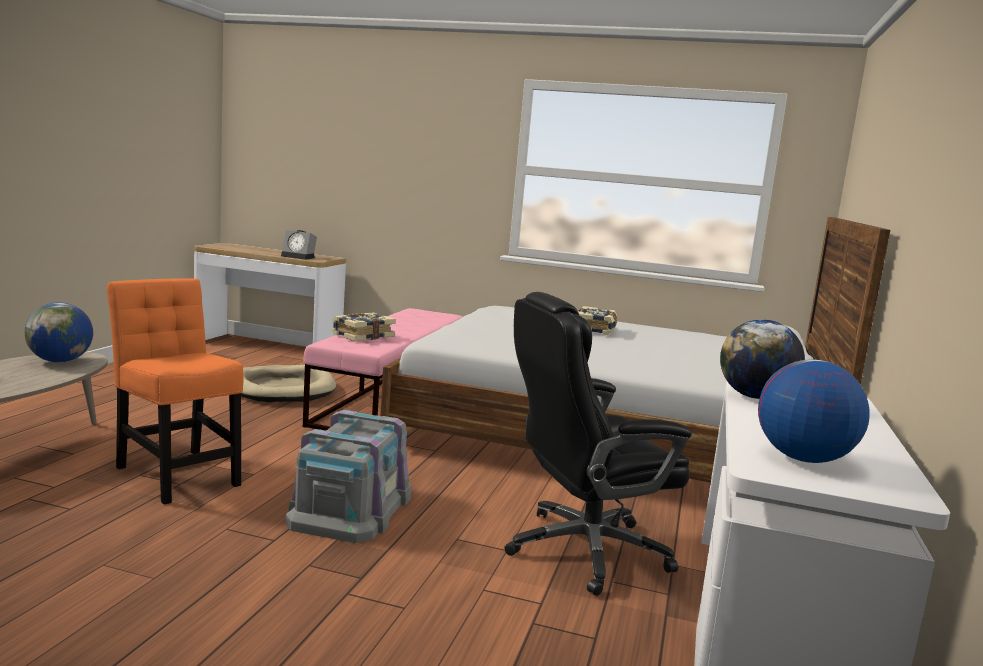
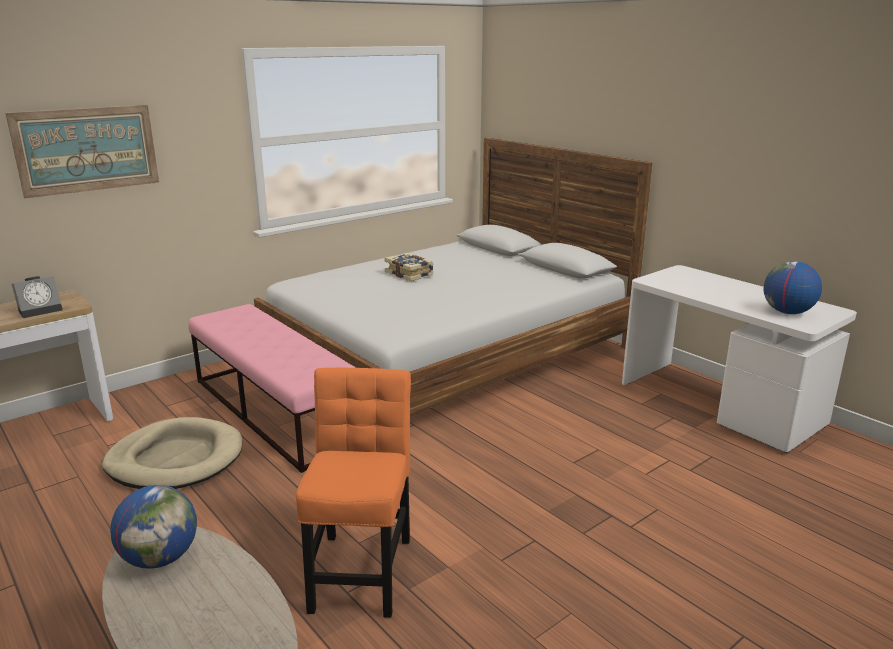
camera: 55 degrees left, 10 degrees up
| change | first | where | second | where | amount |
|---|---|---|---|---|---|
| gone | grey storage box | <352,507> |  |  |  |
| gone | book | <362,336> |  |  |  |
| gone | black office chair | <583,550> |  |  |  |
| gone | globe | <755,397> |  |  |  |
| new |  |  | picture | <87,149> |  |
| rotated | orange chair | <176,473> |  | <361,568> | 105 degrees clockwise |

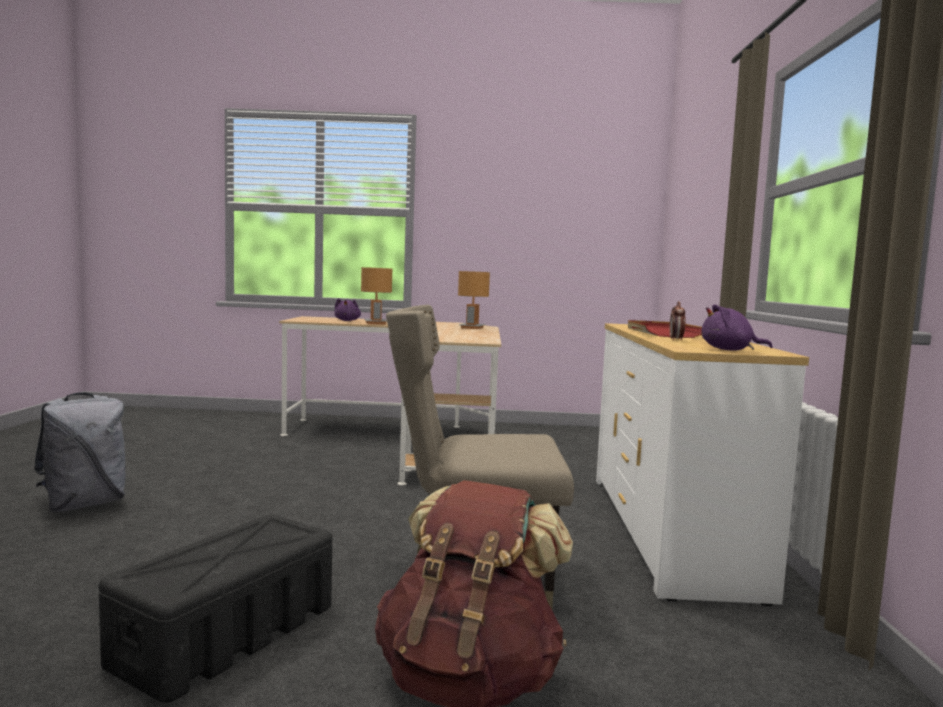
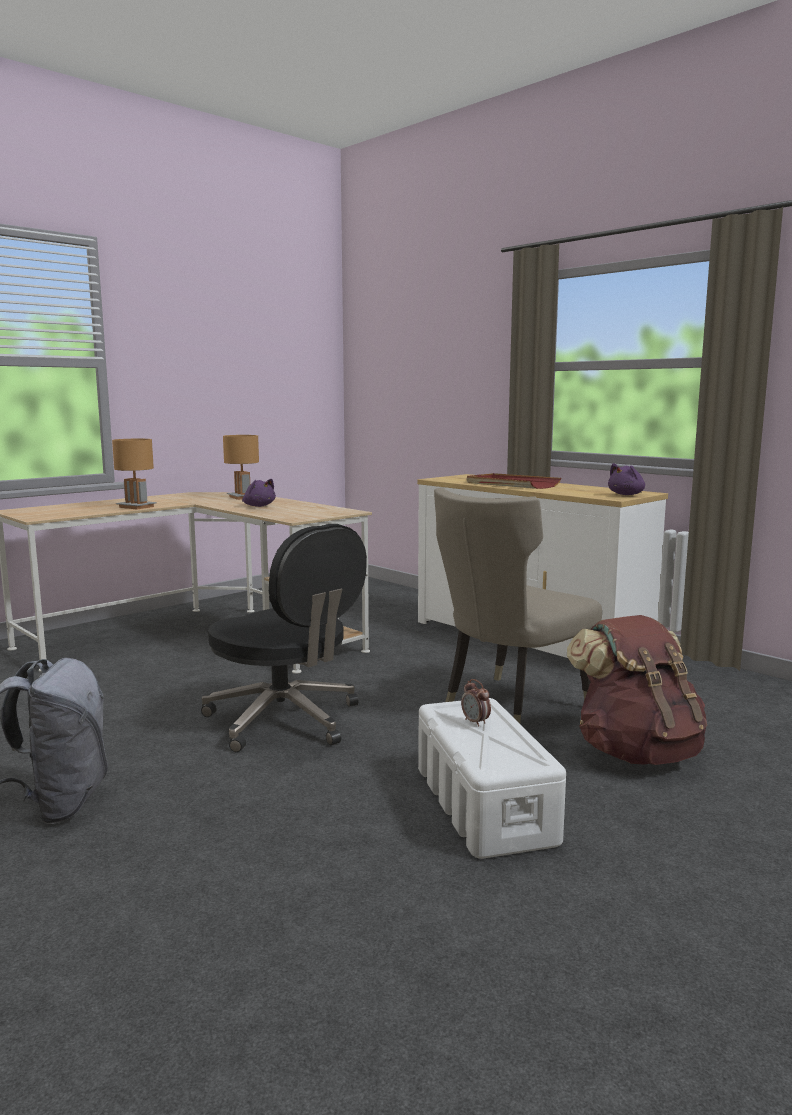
camera: 45 degrees left, 5 degrees up
| change | first | where | second | where | amount |
|---|---|---|---|---|---|
| new |  |  | black office chair | <285,720> |  |
| shifted | purple plush toy | <347,320> |  | <258,506> |  |
| shifted | alarm clock | <676,340> |  | <475,722> |  |
| repainted | black storage box | <225,635> | white storage box | <484,805> |  |

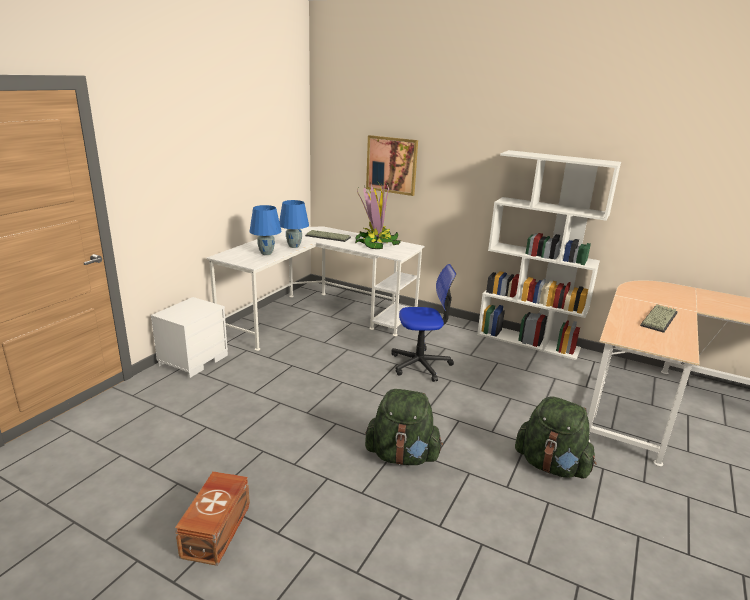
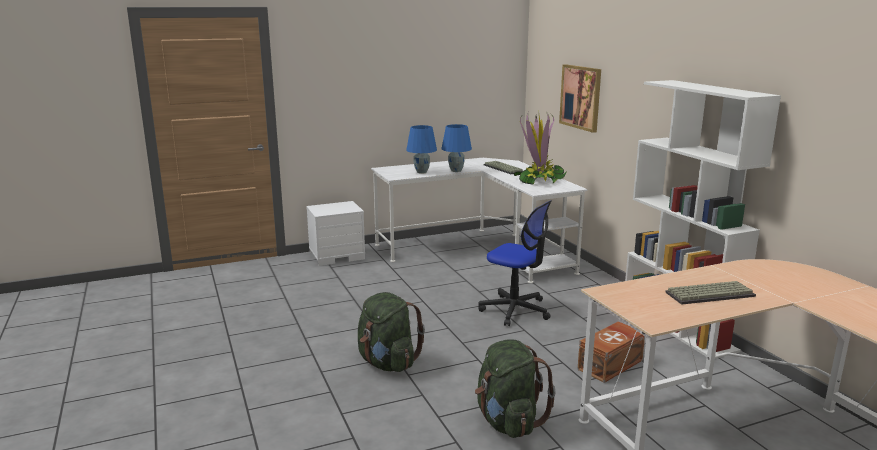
camera: 40 degrees right, 5 degrees down
| change | first | where | second | where | amount |
|---|---|---|---|---|---|
| shifted | brown storage box | <218,529> |  | <611,365> |  |

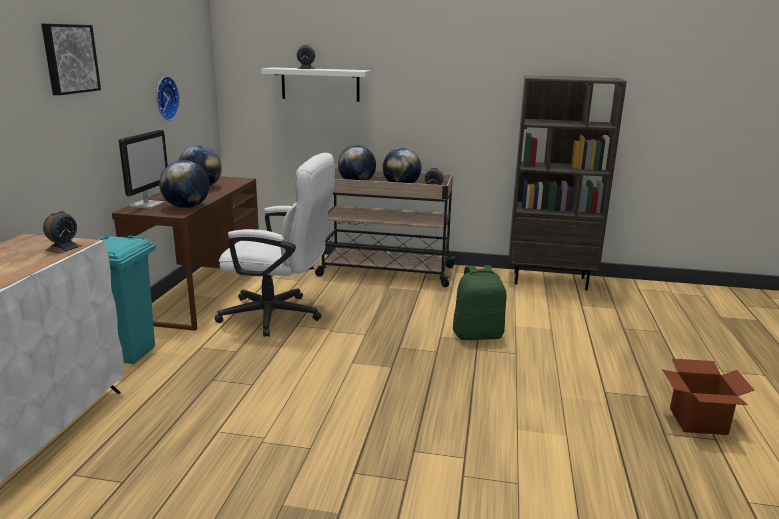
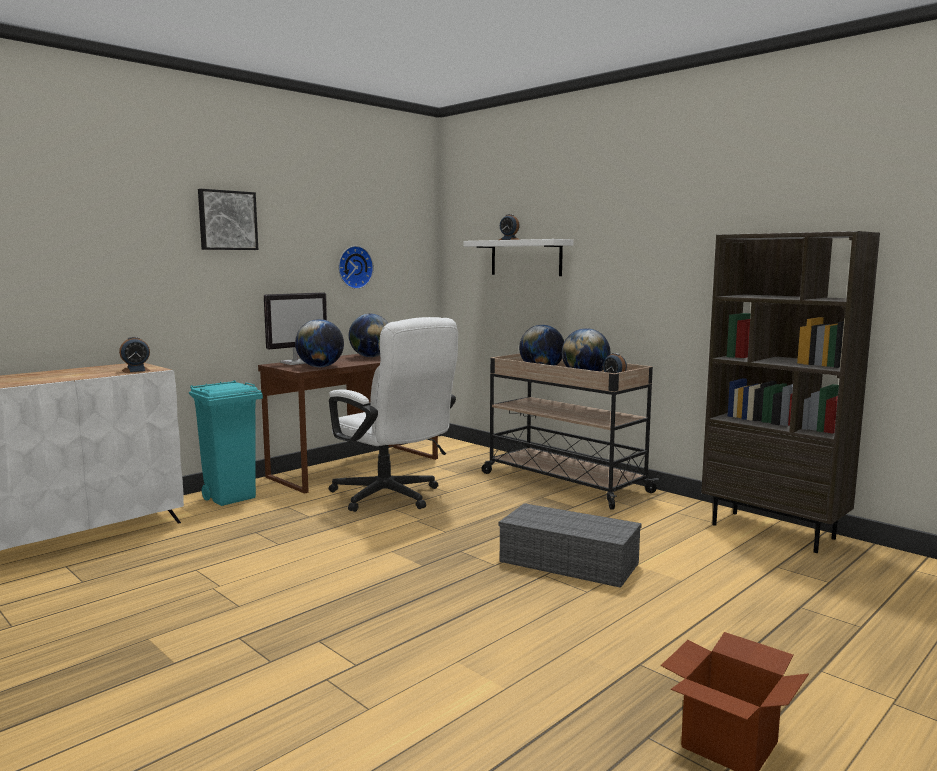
camera: 35 degrees right, 10 degrees down
| change | first | where | second | where | amount |
|---|---|---|---|---|---|
| swapped | green backpack | <478,335> | grey storage box | <571,562> |  |

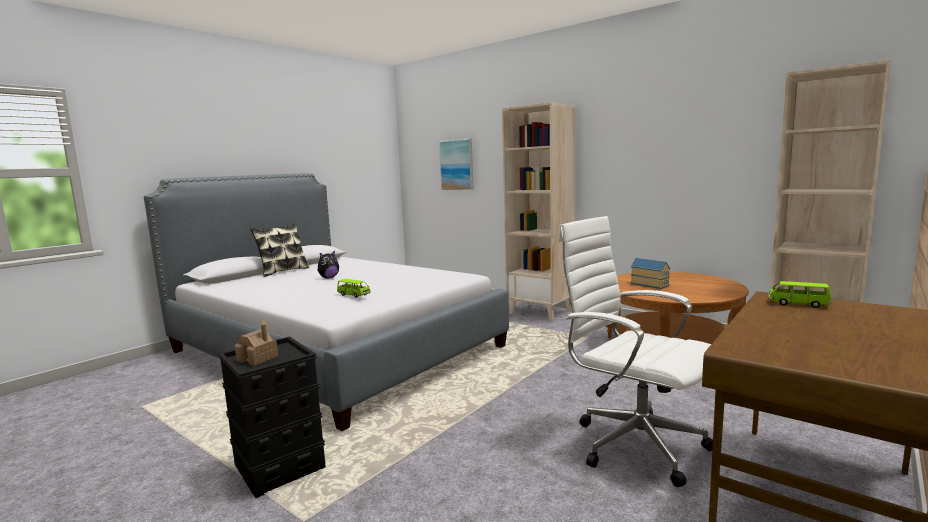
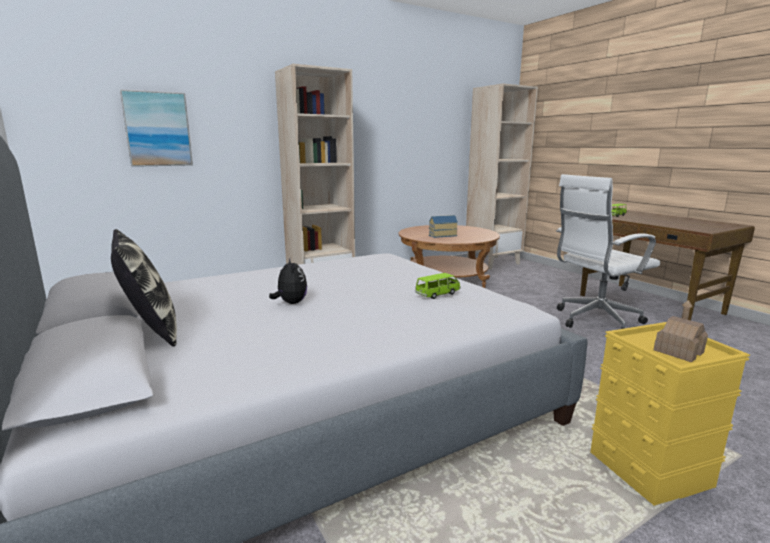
camera: 70 degrees left, 5 degrees up
| change | first | where | second | where | amount |
|---|---|---|---|---|---|
| repainted | black storage box | <278,467> | yellow storage box | <649,470> |  |

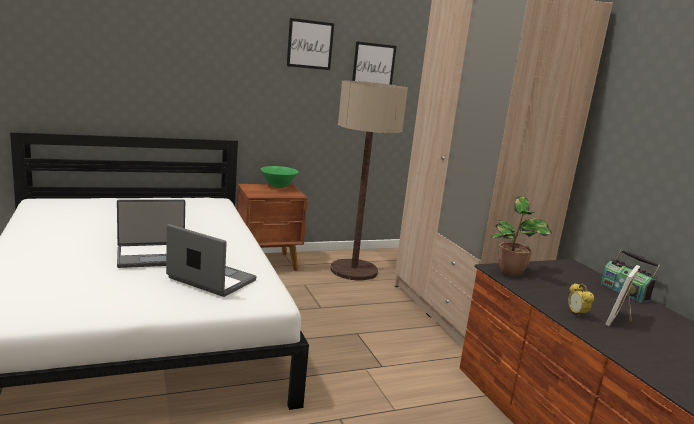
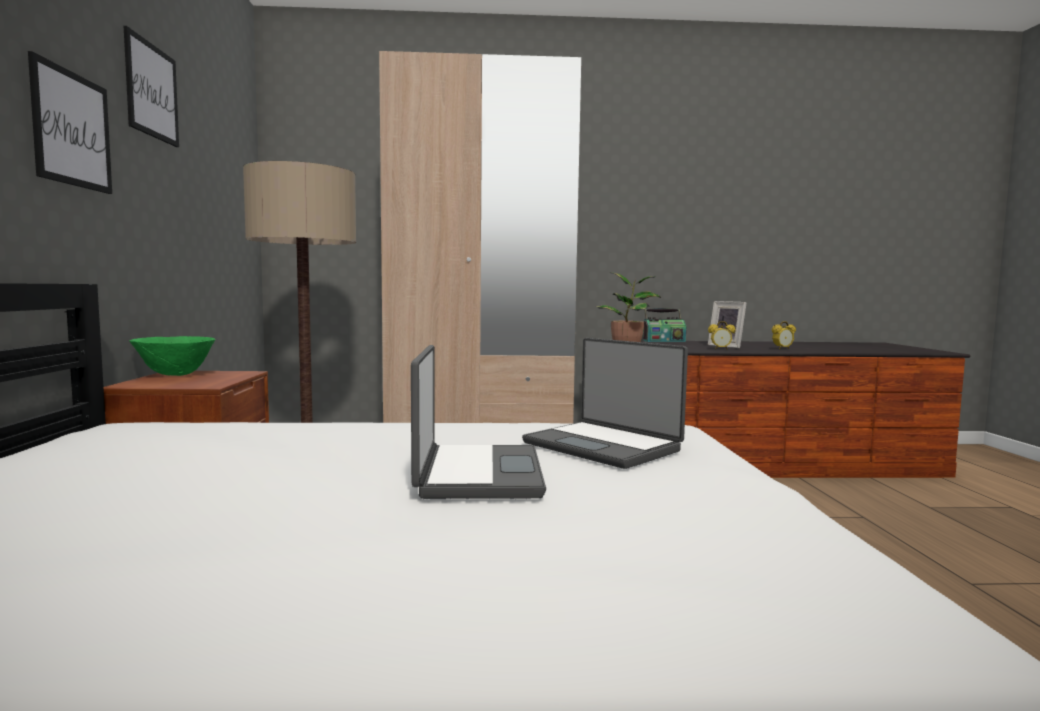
camera: 70 degrees left, 10 degrees down
| change | first | where | second | where | amount |
|---|---|---|---|---|---|
| new |  |  | alarm clock | <782,349> |  |
| shifted | picture | <373,66> |  | <72,129> |  |
| rotated | laptop | <210,280> |  | <603,446> | 90 degrees counterclockwise |

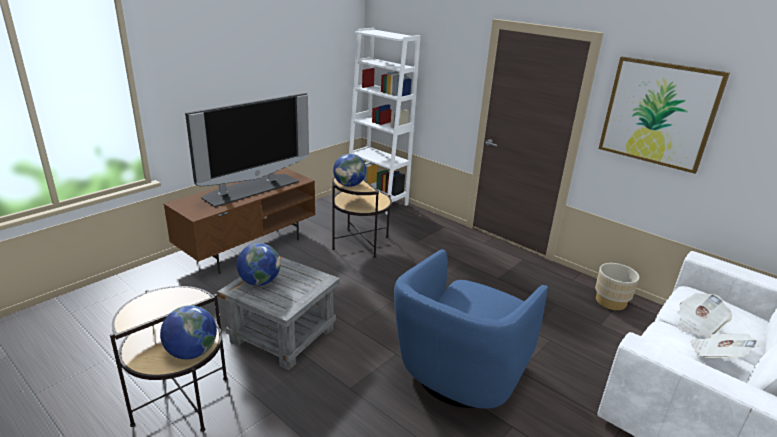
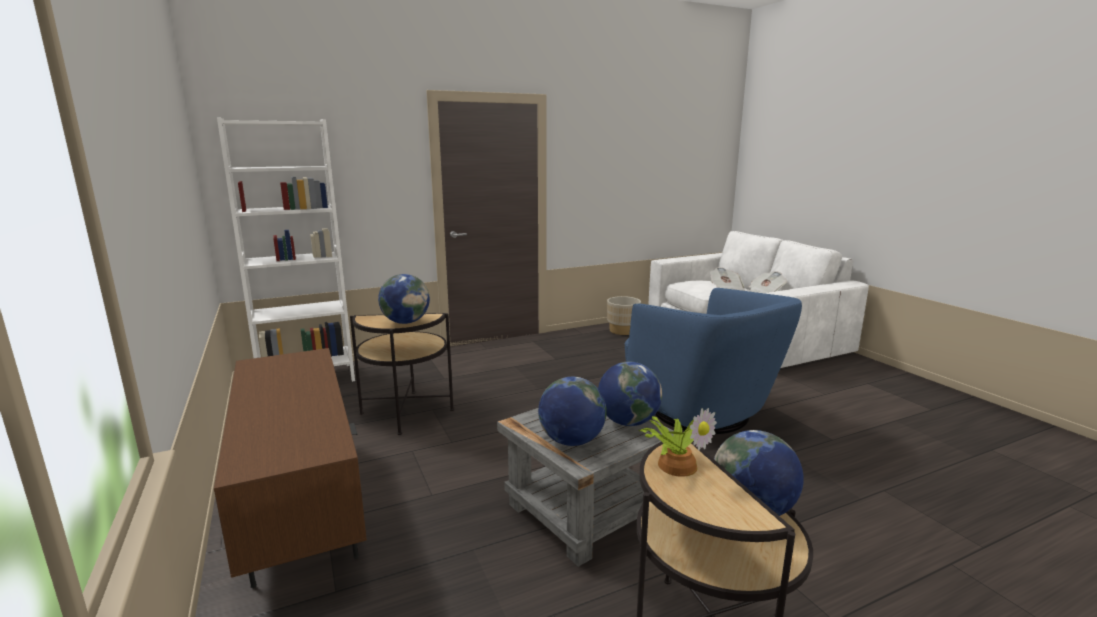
camera: 65 degrees left, 10 degrees down
| change | first | where | second | where | amount |
|---|---|---|---|---|---|
| gone | television | <251,189> |  |  |  |
| gone | picture | <658,113> |  |  |  |
| new |  |  | globe | <628,422> |  |
| new |  |  | potted plant | <676,464> |  |

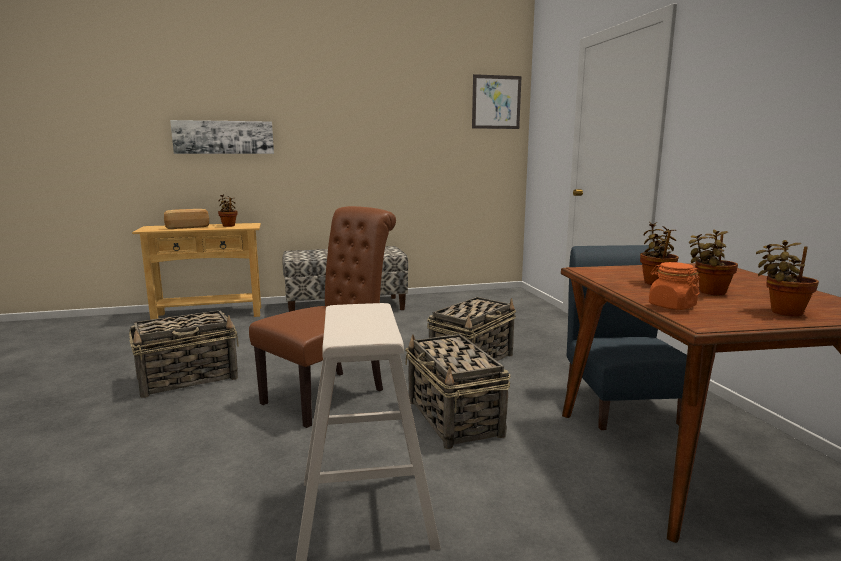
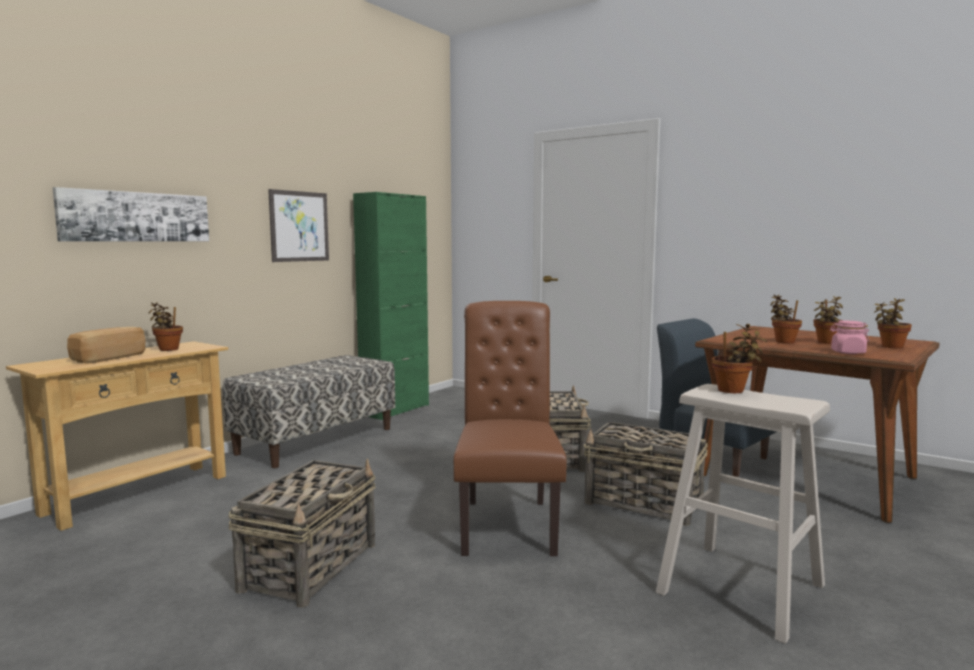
camera: 40 degrees left, 5 degrees down
| change | first | where | second | where | amount |
|---|---|---|---|---|---|
| new |  |  | green cabinet | <395,410> |  |
| new |  |  | potted plant | <734,390> |  |
| shifted | picture | <496,102> |  | <299,226> |  |
| repainted | orange jar | <671,306> | pink jar | <847,352> |  |

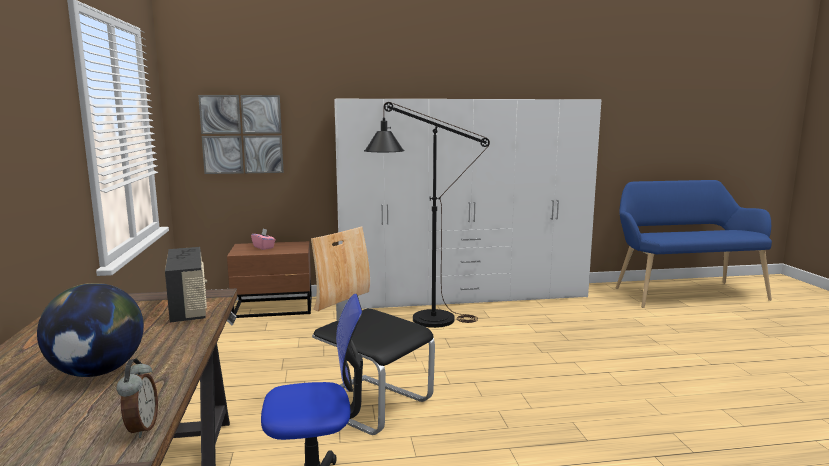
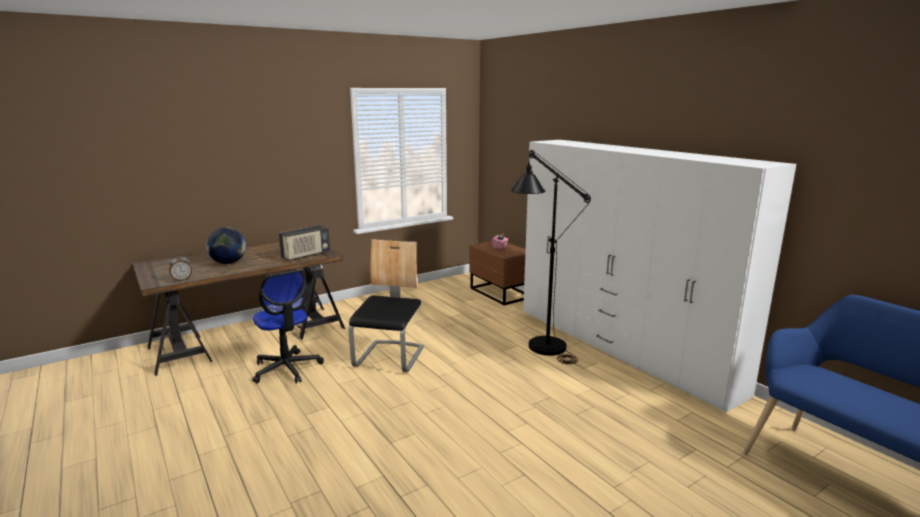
camera: 65 degrees right, 5 degrees up
| change | first | where | second | where | amount |
|---|---|---|---|---|---|
| gone | picture | <242,134> |  |  |  |

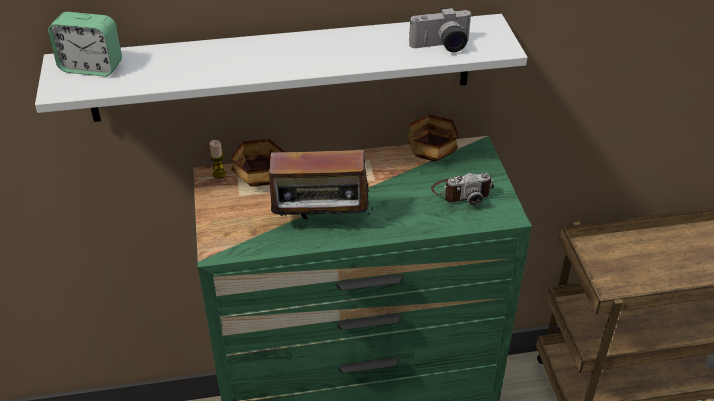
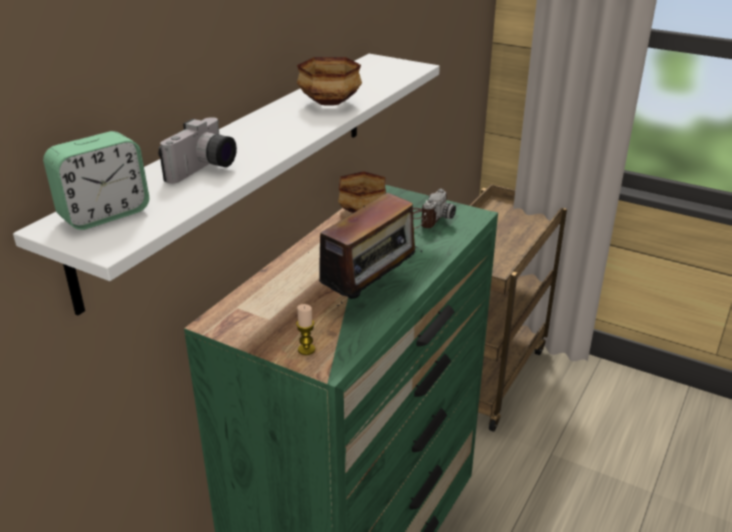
camera: 50 degrees left, 10 degrees down
| change | first | where | second | where | amount |
|---|---|---|---|---|---|
| shifted | candle | <219,174> |  | <306,349> |  |
| shifted | bowl | <259,178> |  | <328,102> |  |
| shifted | photo camera | <441,47> |  | <204,170> |  |

